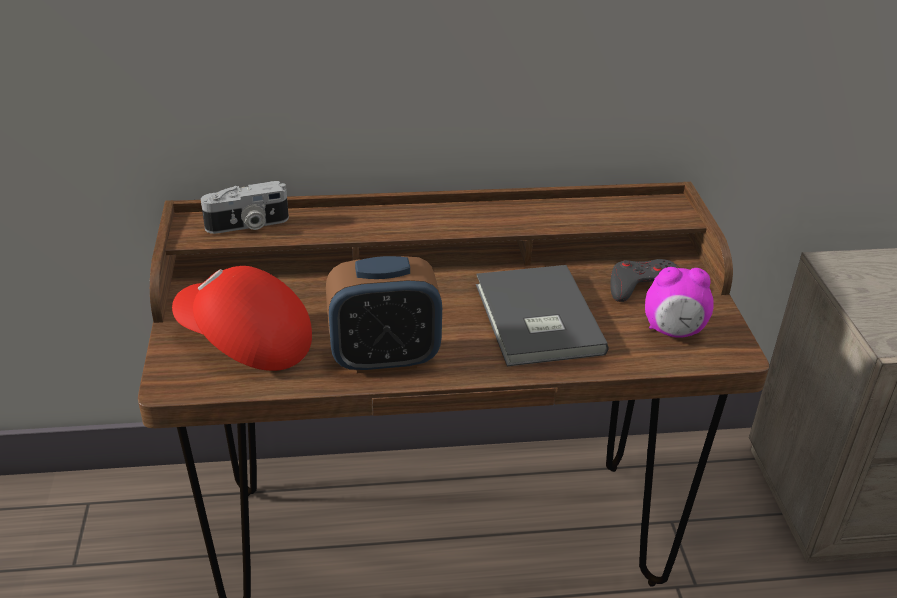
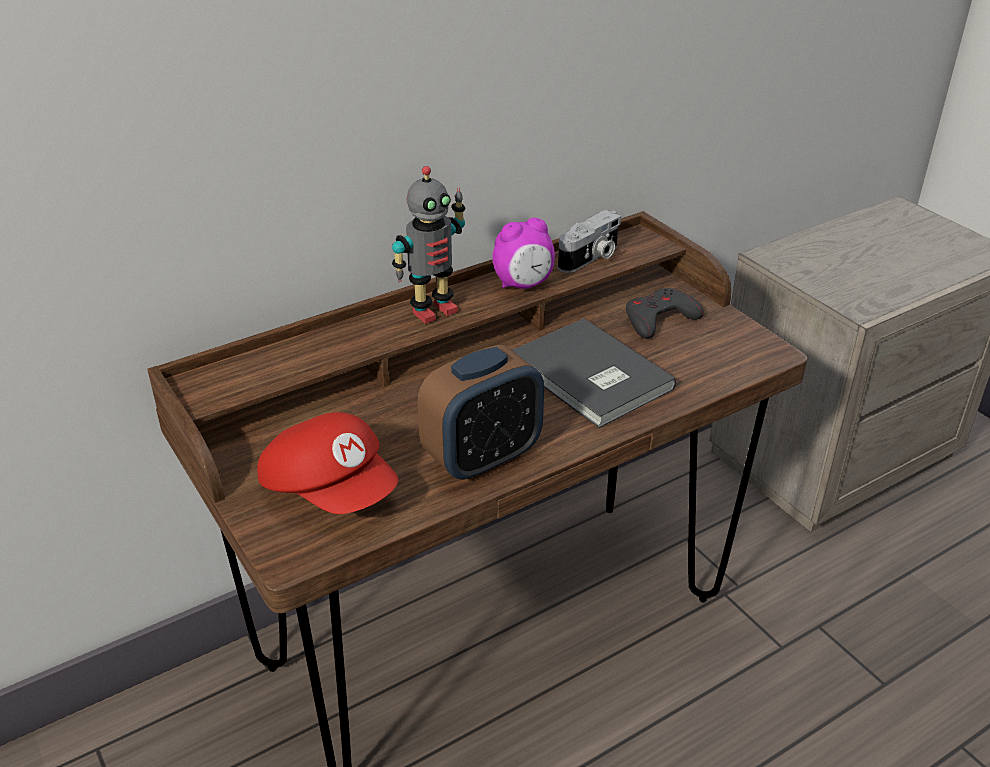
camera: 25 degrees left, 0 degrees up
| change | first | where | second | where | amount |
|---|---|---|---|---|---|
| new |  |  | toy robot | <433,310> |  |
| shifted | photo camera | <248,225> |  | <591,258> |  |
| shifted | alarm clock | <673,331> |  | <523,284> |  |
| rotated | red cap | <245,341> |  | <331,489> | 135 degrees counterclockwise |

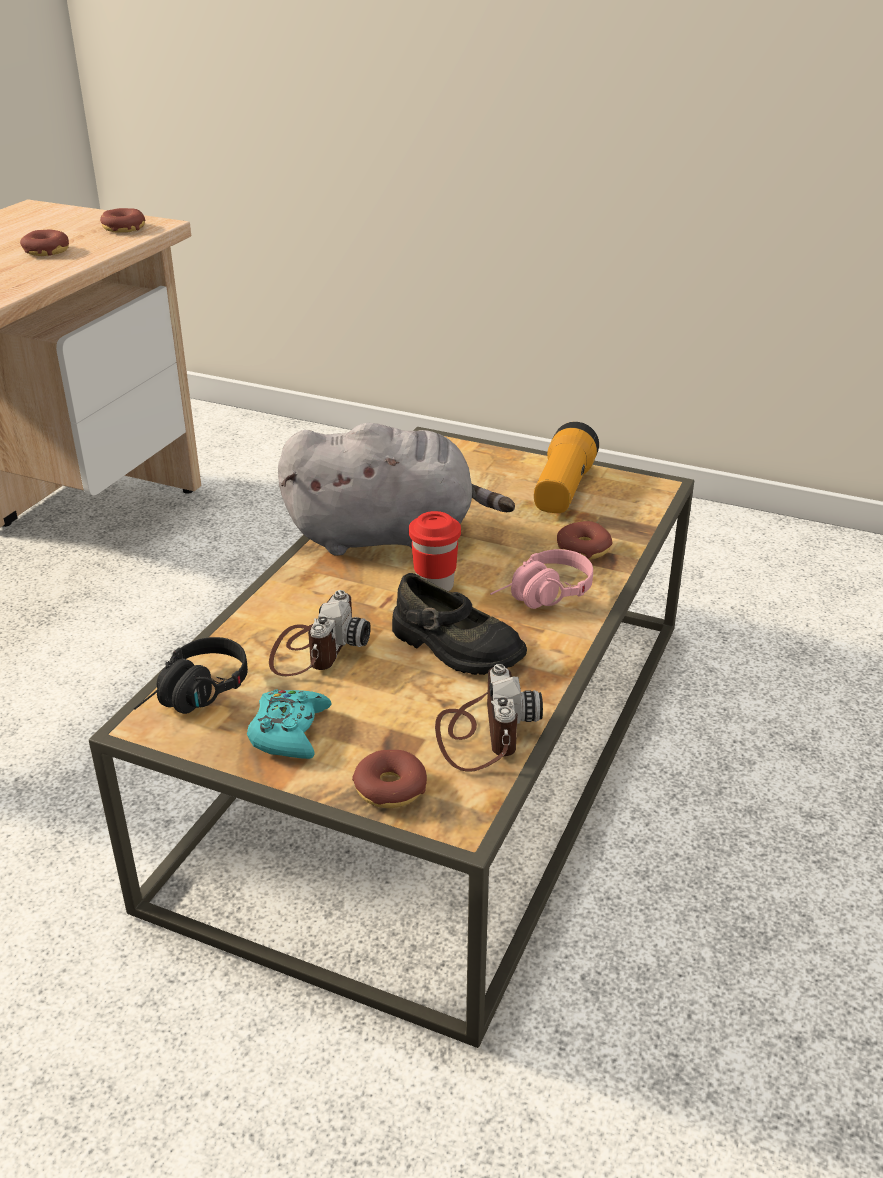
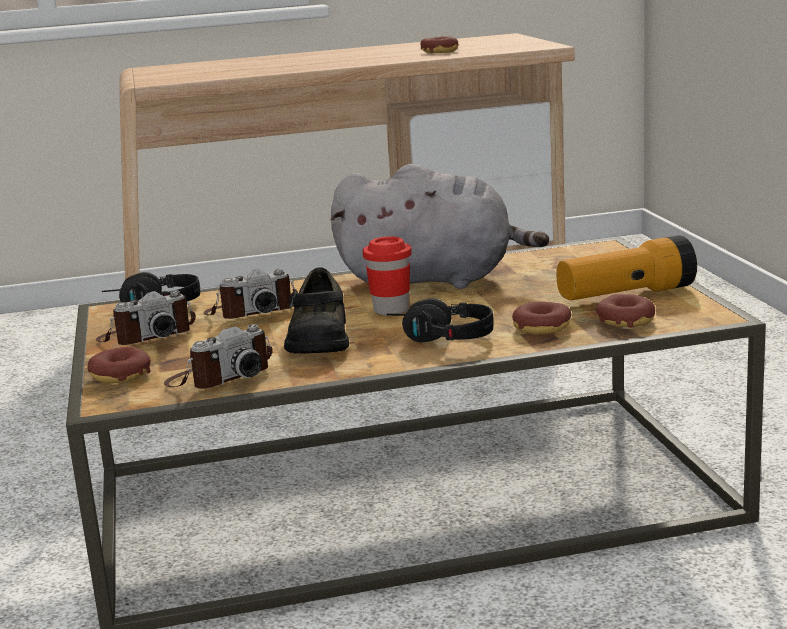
camera: 55 degrees right, 15 degrees down
| change | first | where | second | where | amount |
|---|---|---|---|---|---|
| shifted | donut | <124,228> |  | <625,320> |  |
| swapped | turquoise game controller | <289,732> | photo camera | <147,336> |  |
| repainted | pink headphones | <542,597> | black headphones | <438,339> |  |
| rotated | grey plush toy | <388,536> |  | <434,281> | 45 degrees counterclockwise |

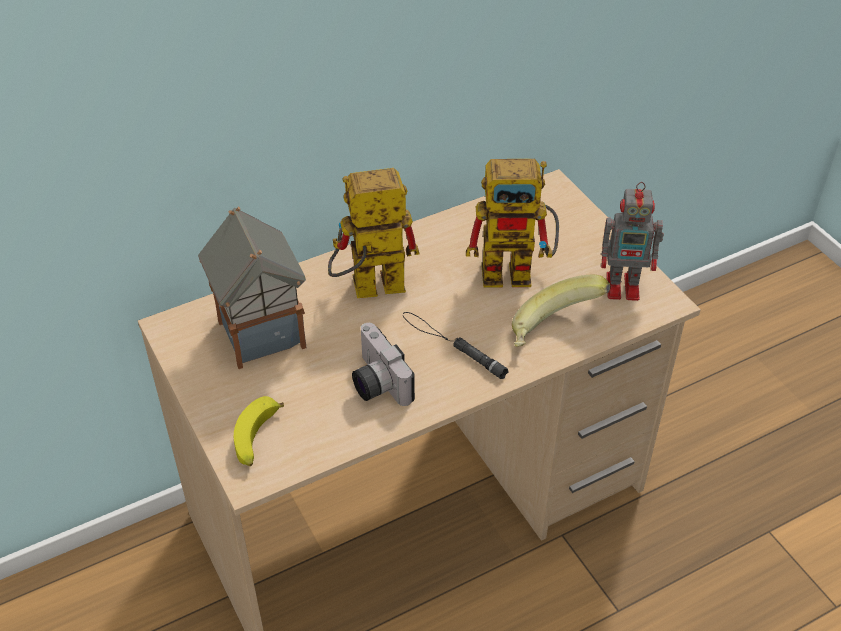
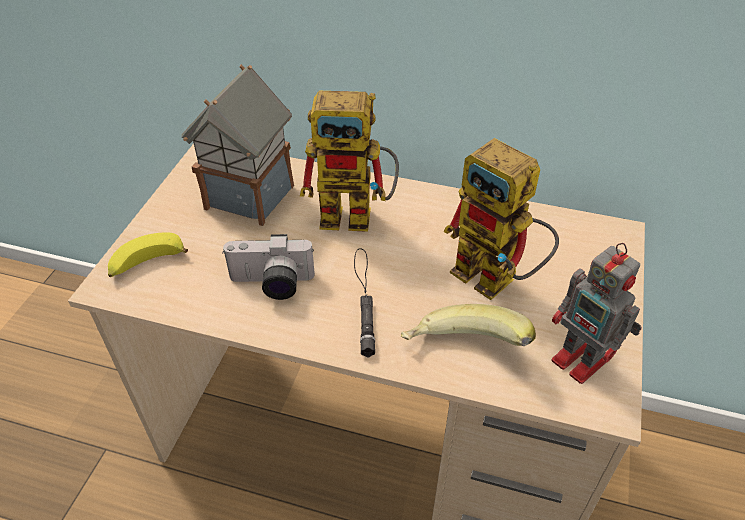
camera: 45 degrees right, 0 degrees up
| change | first | where | second | where | amount |
|---|---|---|---|---|---|
| rotated | toy robot | <367,290> |  | <358,215> | 150 degrees clockwise |
| rotated | photo camera | <375,382> |  | <271,284> | 105 degrees counterclockwise |

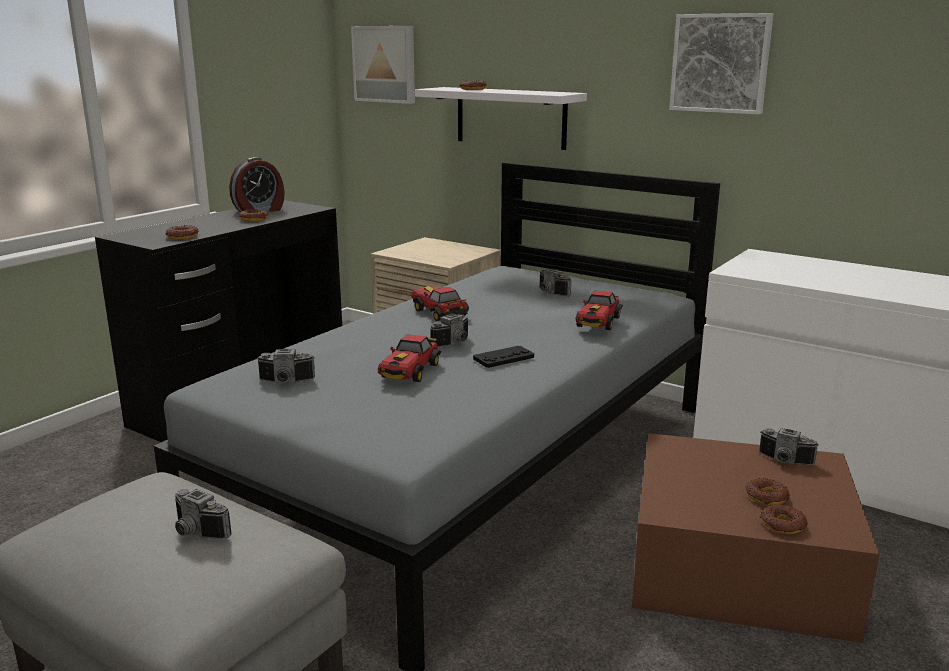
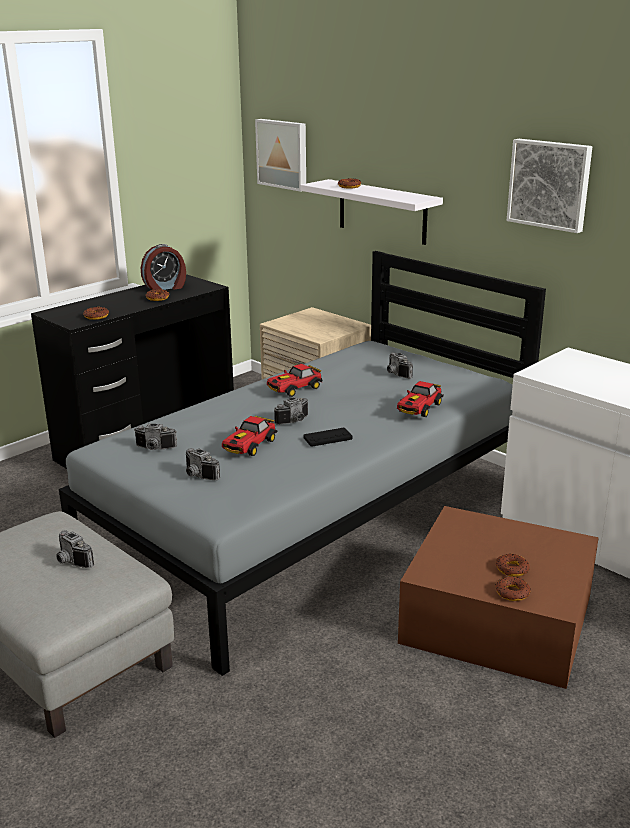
camera: 10 degrees right, 5 degrees up
| change | first | where | second | where | amount |
|---|---|---|---|---|---|
| shifted | photo camera | <784,461> |  | <198,476> |  |
| rotated | toy car | <438,312> |  | <294,389> | 105 degrees counterclockwise |

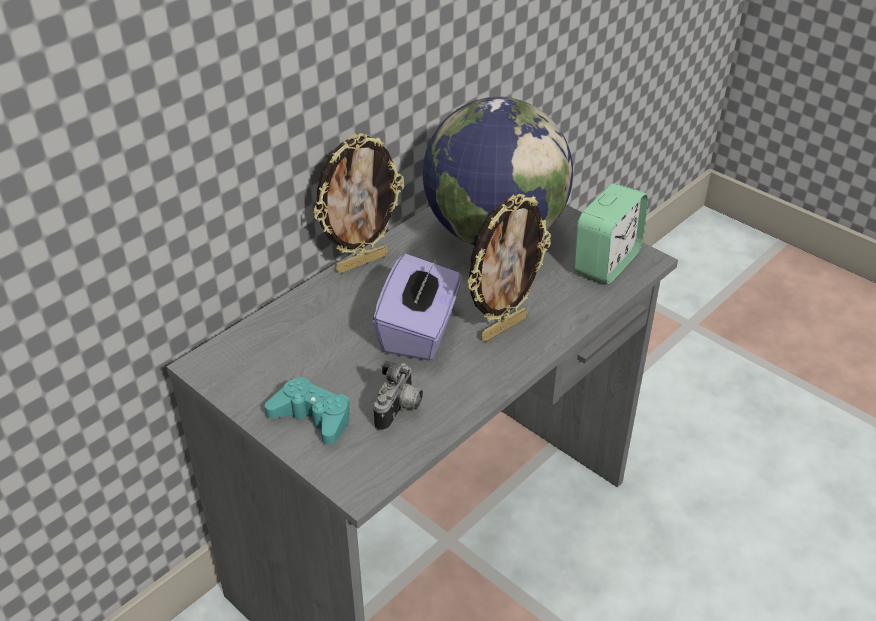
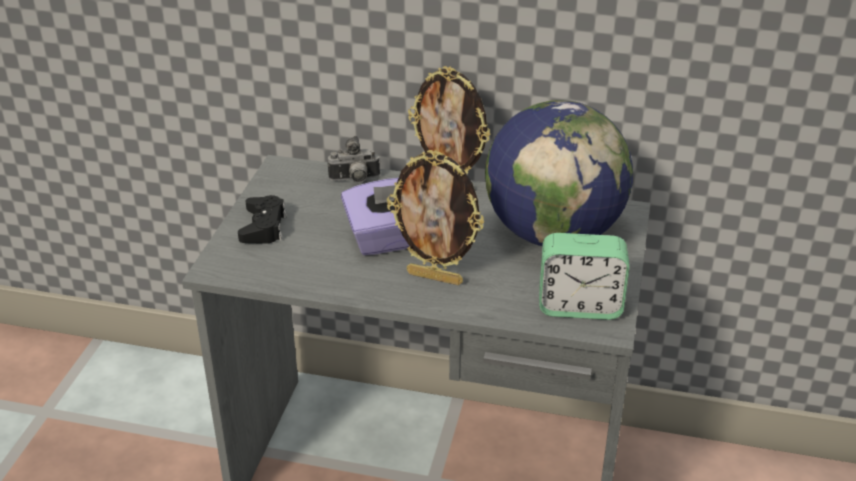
camera: 60 degrees right, 5 degrees down
| change | first | where | second | where | amount |
|---|---|---|---|---|---|
| shifted | photo camera | <400,410> |  | <354,180> |  |
| repainted | turquoise game controller | <312,417> | black game controller | <263,227> |  |

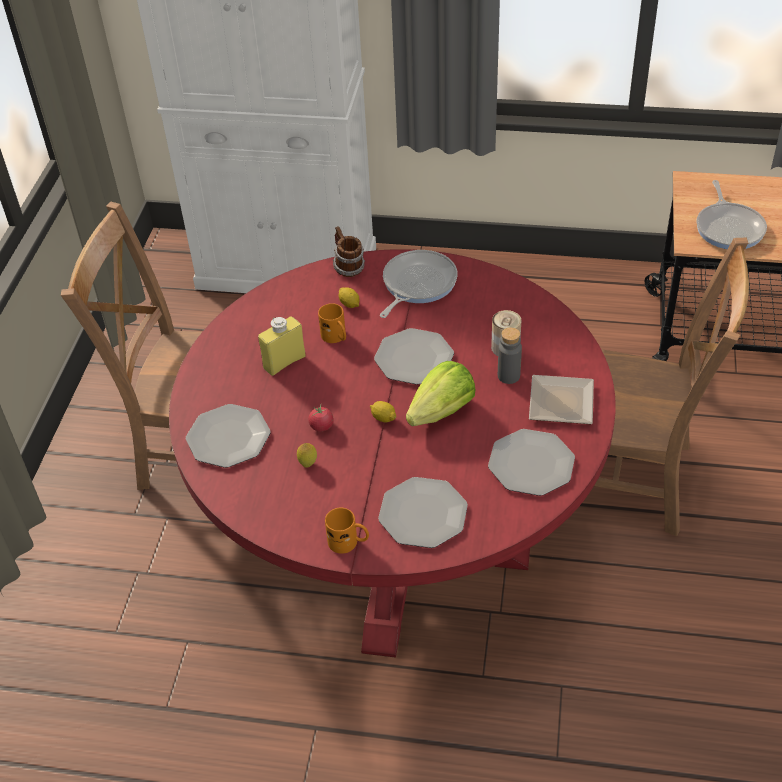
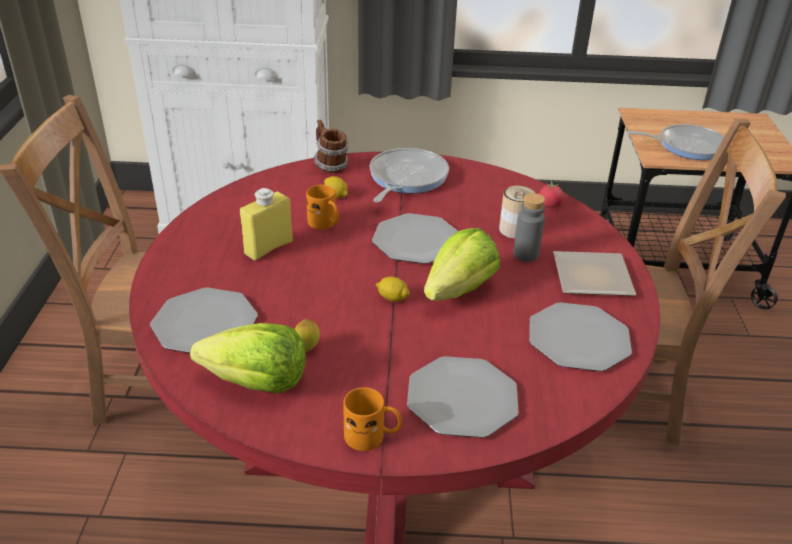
camera: 10 degrees left, 10 degrees down
| change | first | where | second | where | amount |
|---|---|---|---|---|---|
| new |  |  | lettuce | <256,383> |  |
| shifted | tomato | <321,426> |  | <549,205> |  |
| rotated | frying pan | <729,227> |  | <687,146> | 75 degrees counterclockwise |

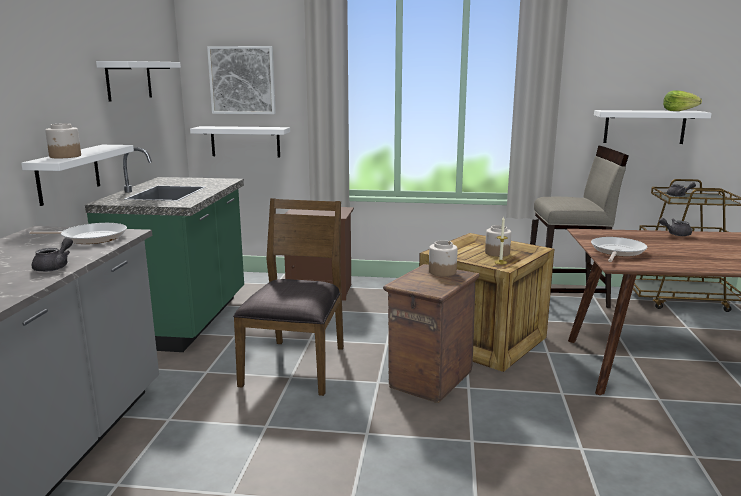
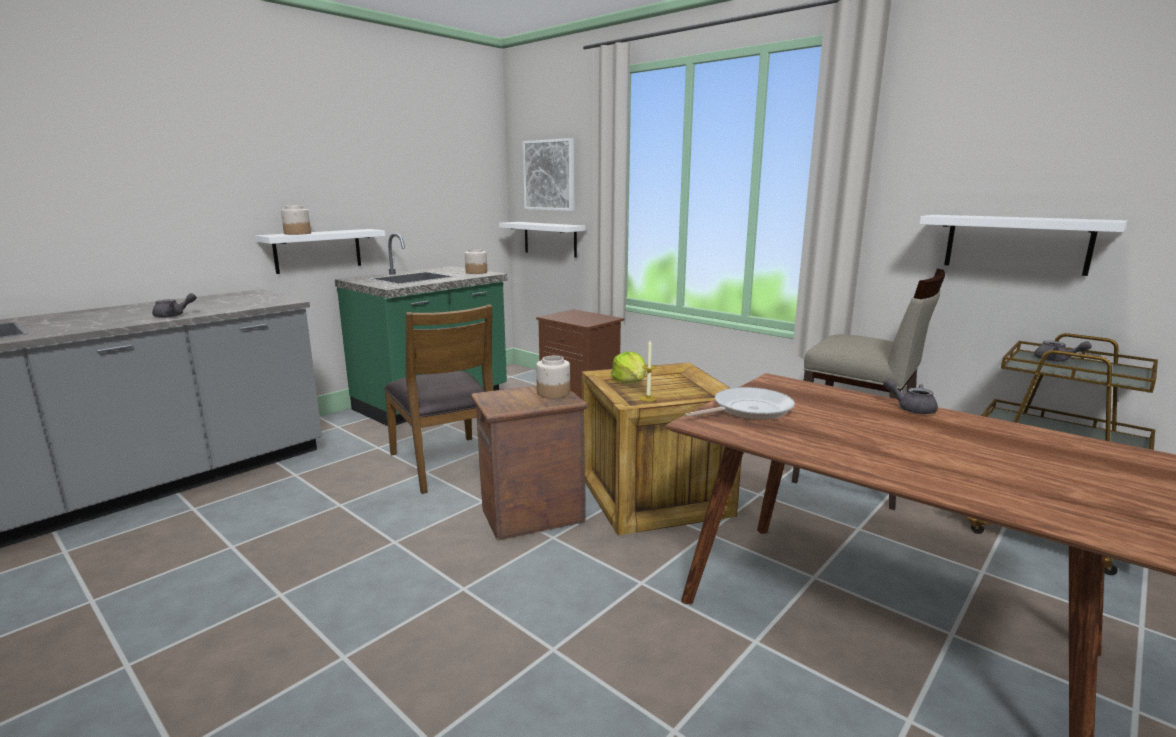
camera: 35 degrees right, 0 degrees up
| change | first | where | second | where | amount |
|---|---|---|---|---|---|
| gone | frying pan | <91,238> |  |  |  |
| gone | white shelf | <129,80> |  |  |  |
| shifted | jar | <497,253> |  | <476,272> |  |
| shifted | lettuce | <678,111> |  | <630,382> |  |
| rotated | brown chair | <296,365> |  | <446,464> | 105 degrees clockwise |

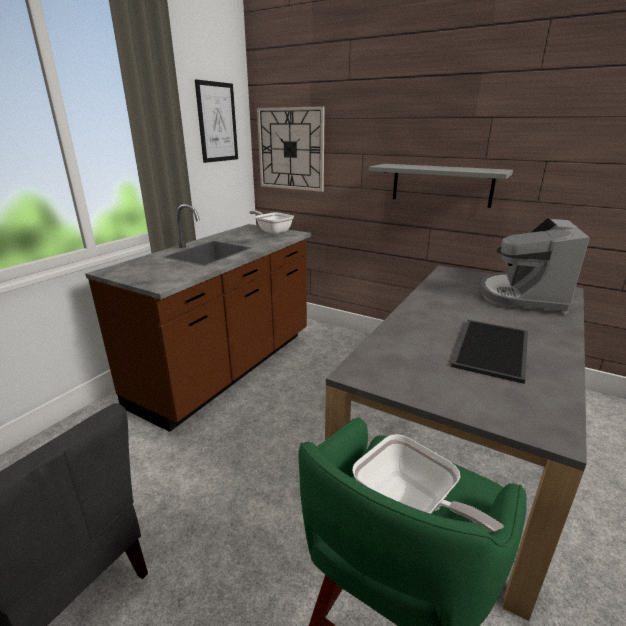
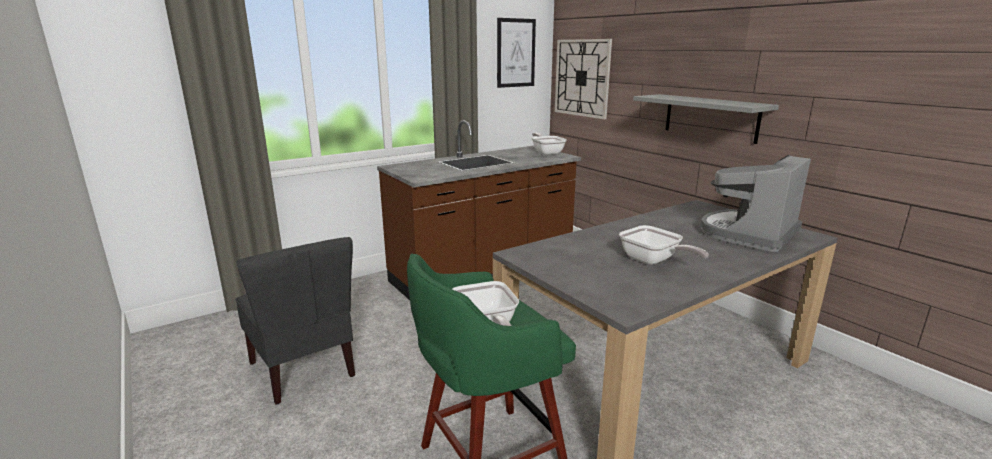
camera: 25 degrees right, 5 degrees down
| change | first | where | second | where | amount |
|---|---|---|---|---|---|
| swapped | tray | <493,350> | frying pan | <653,261> |  |

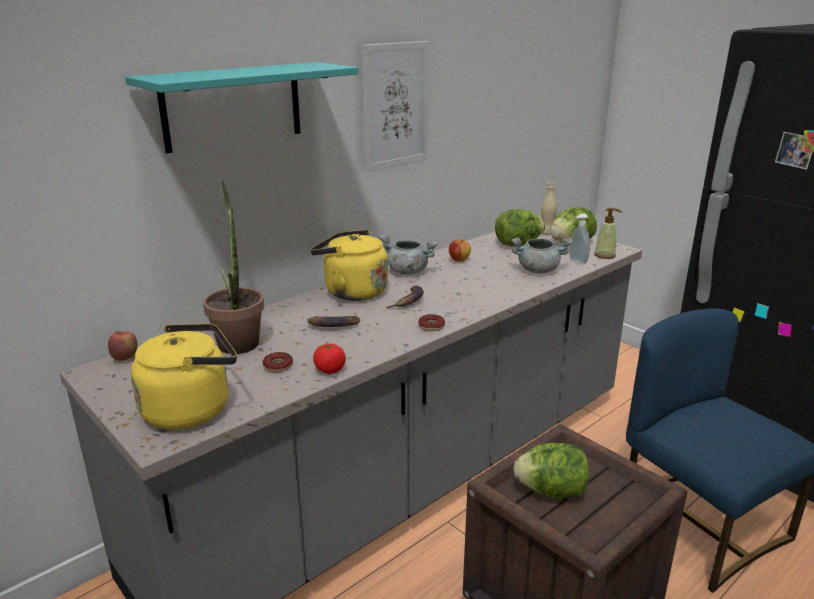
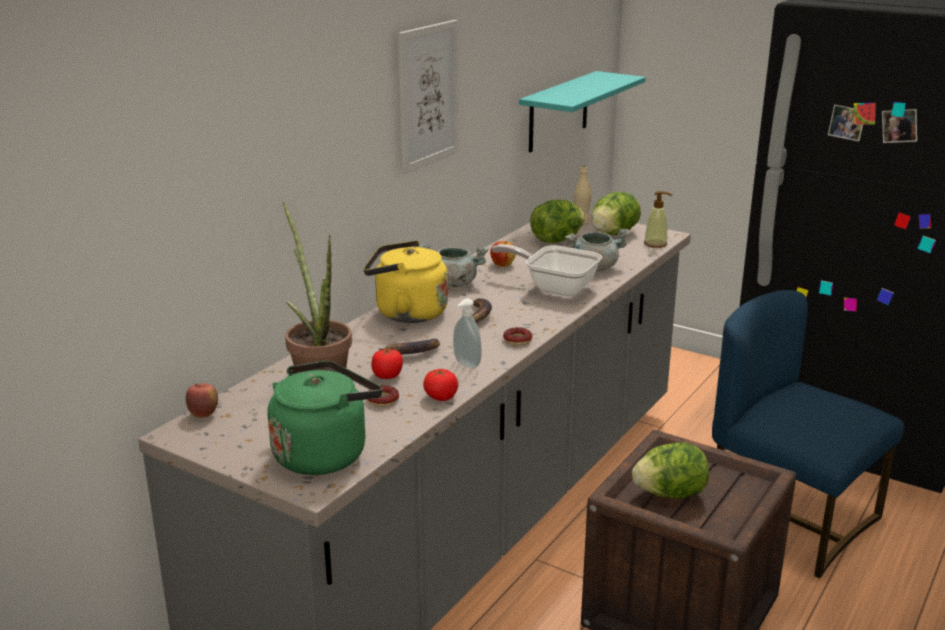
camera: 15 degrees left, 0 degrees up
| change | first | where | second | where | amount |
|---|---|---|---|---|---|
| new |  |  | tomato | <387,375> |  |
| new |  |  | frying pan | <555,287> |  |
| shifted | turquoise shelf | <233,106> |  | <558,111> |  |
| shifted | soap dispenser | <576,262> |  | <465,365> |  |
| repainted | yellow kettle | <192,409> | green kettle | <324,453> |  |

